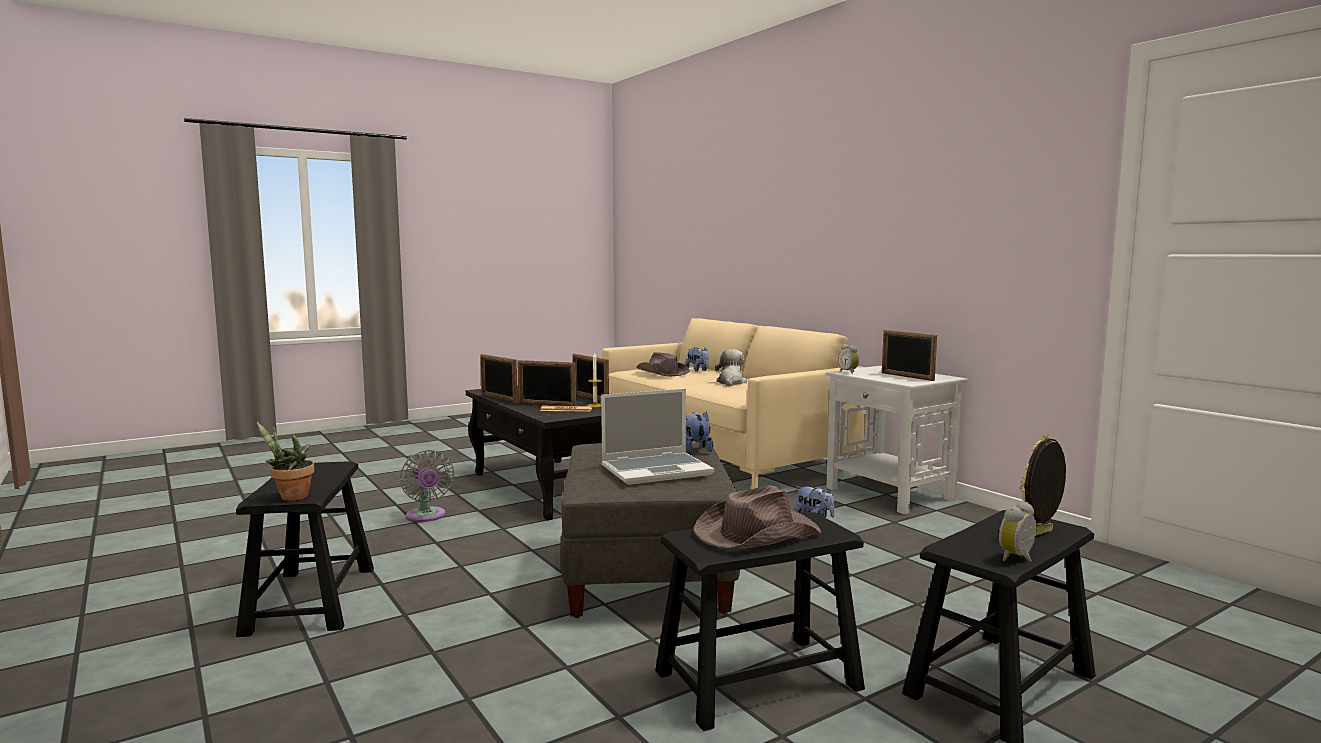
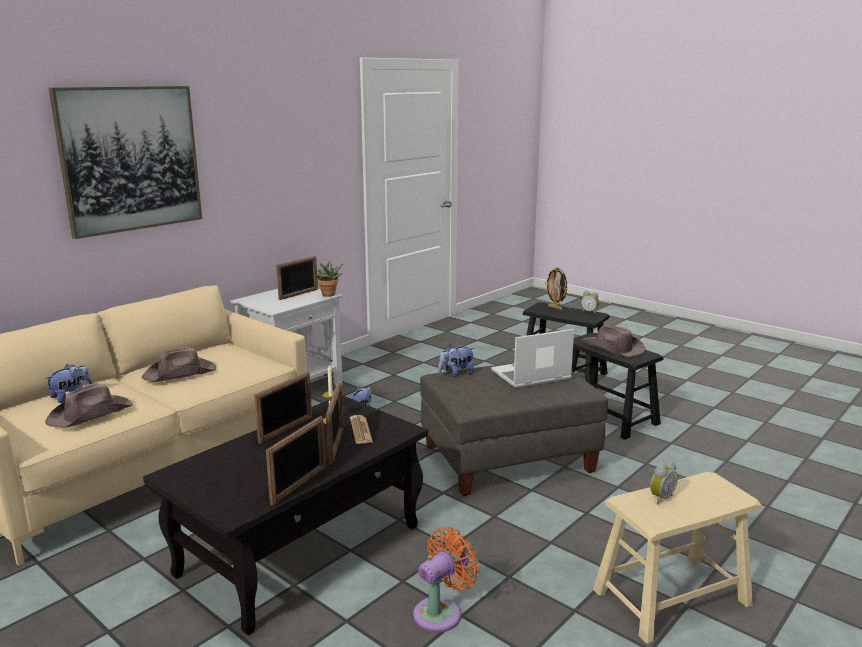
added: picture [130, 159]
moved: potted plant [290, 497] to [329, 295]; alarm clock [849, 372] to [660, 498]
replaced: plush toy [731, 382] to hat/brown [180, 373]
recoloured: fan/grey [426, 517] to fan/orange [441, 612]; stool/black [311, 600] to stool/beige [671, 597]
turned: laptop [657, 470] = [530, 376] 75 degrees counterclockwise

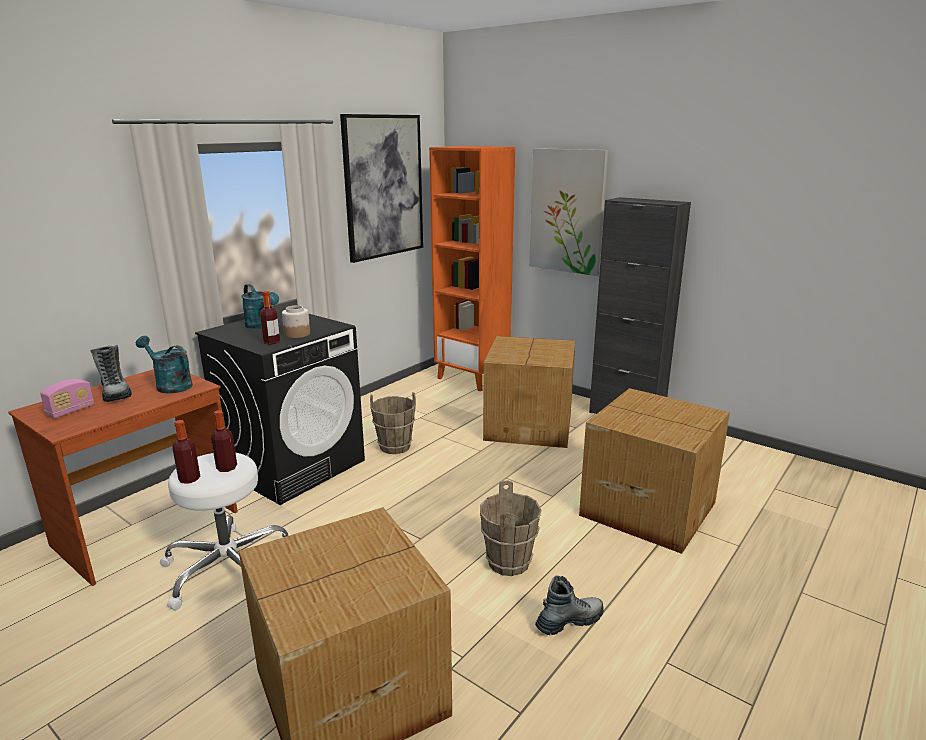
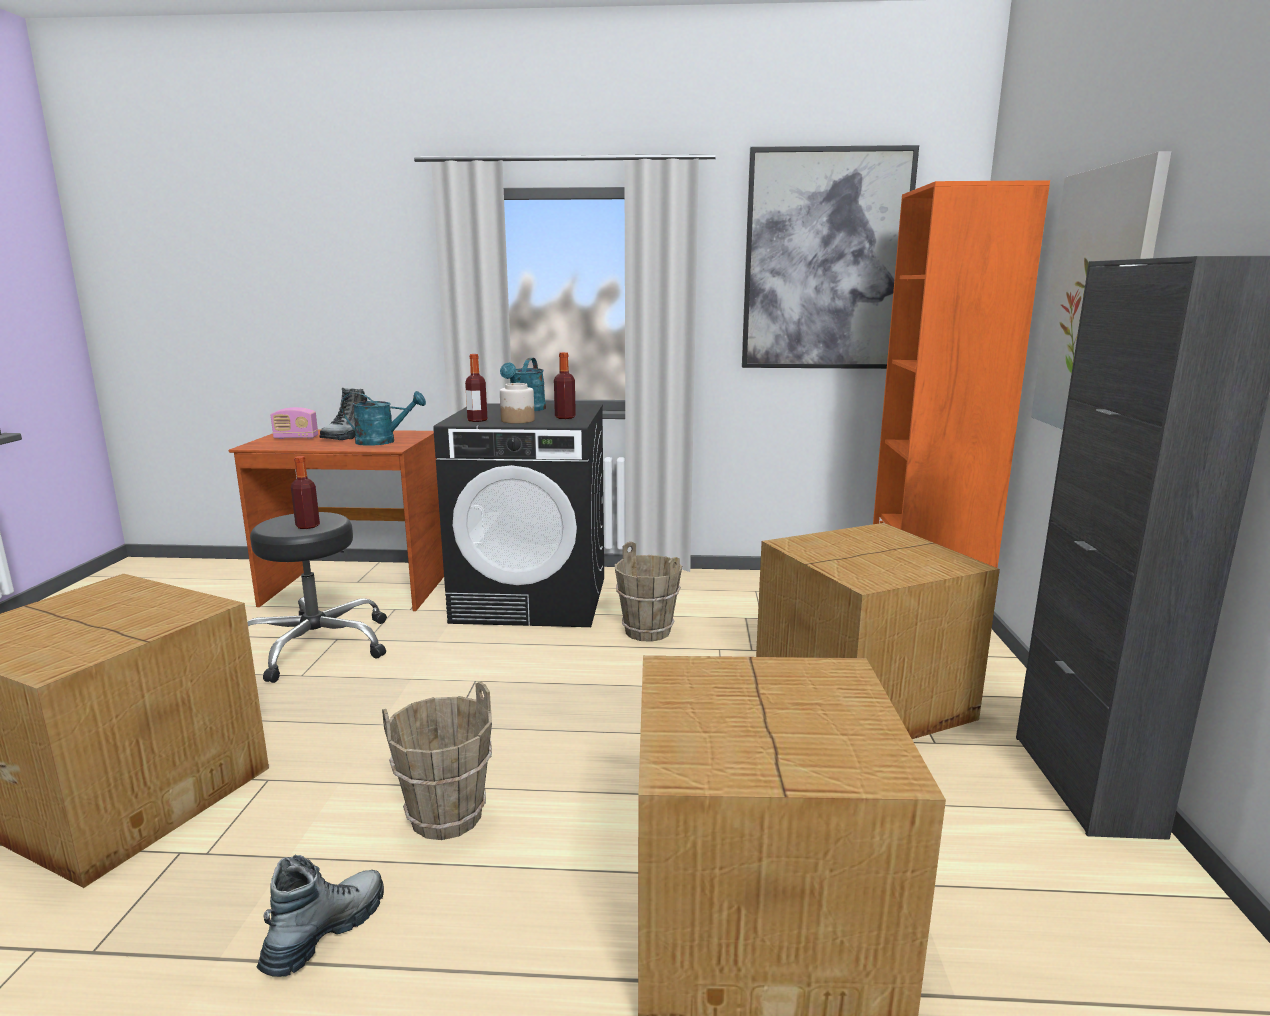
moved: bottle [189, 479] to [565, 417]
recoloured: stool/white [227, 567] to stool/black [316, 645]
turned: boot [569, 621] = [325, 932] 90 degrees counterclockwise; watering can/turquoise [170, 385] = [383, 442] 90 degrees clockwise

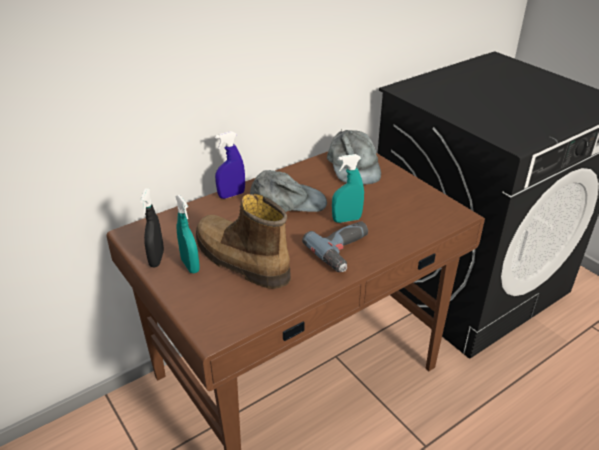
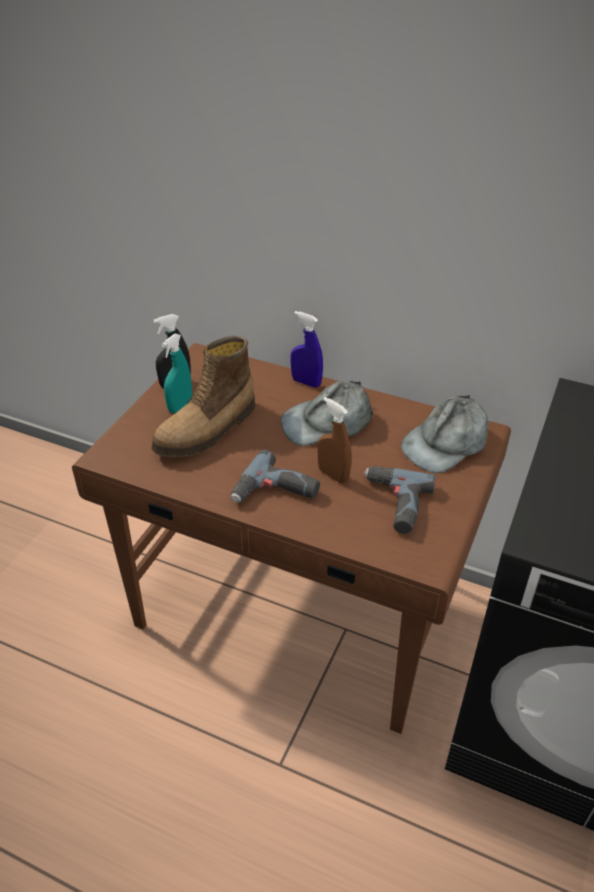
added: power drill [393, 504]
recoloured: spray bottle/turquoise [346, 219] to spray bottle/brown [333, 475]
turned: boot [240, 261] = [208, 431] 150 degrees counterclockwise; cap/grey [287, 202] = [327, 422] 105 degrees clockwise

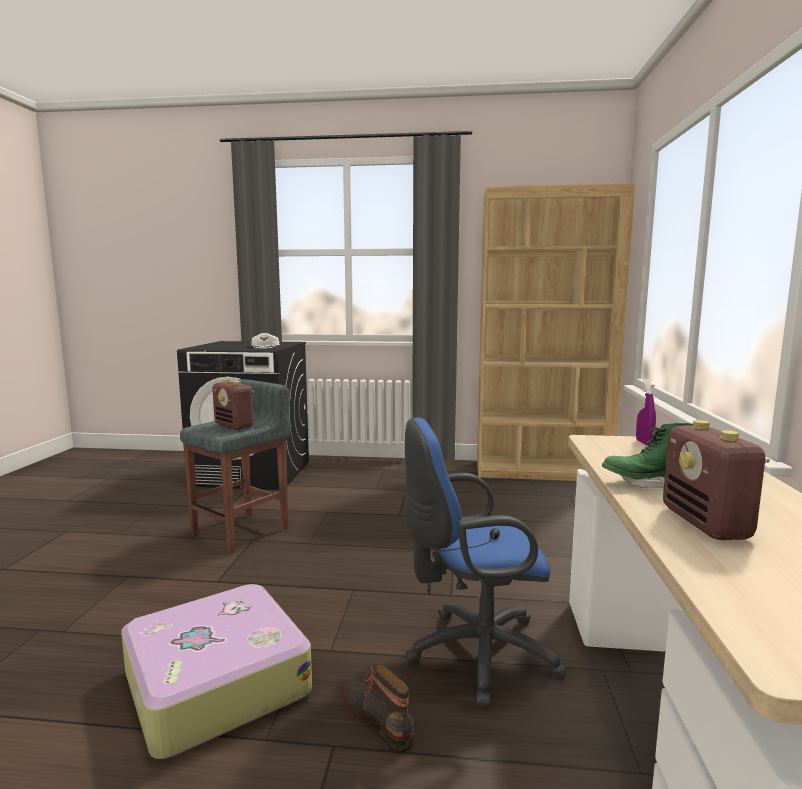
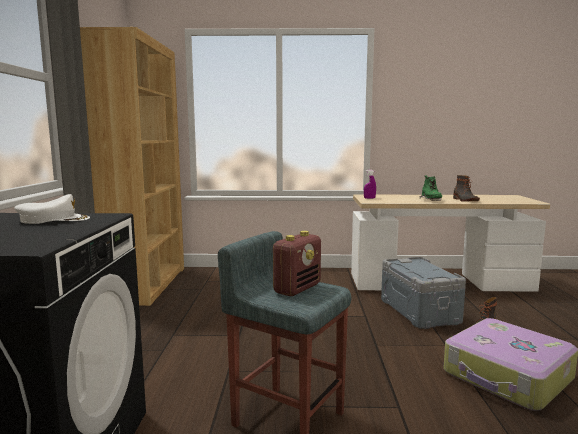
replaced: office chair/blue [474, 655] to storage box/grey [418, 311]; radio [706, 524] to boot [464, 200]

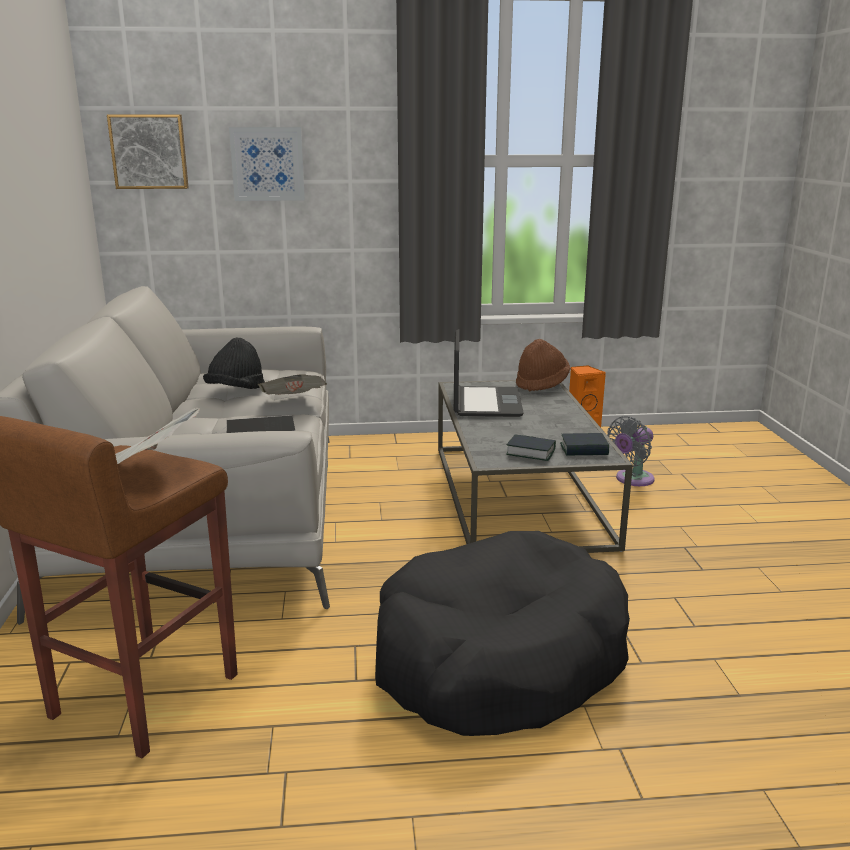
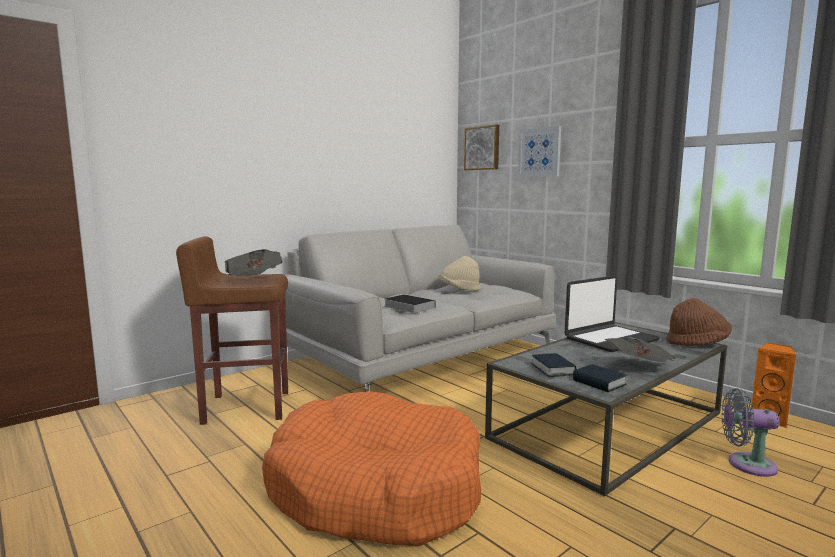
moved: newspaper [293, 403] to [640, 368]
recoloured: dog bed/black [499, 659] to dog bed/orange [375, 489]; hat/black [236, 391] to hat/beige [459, 290]

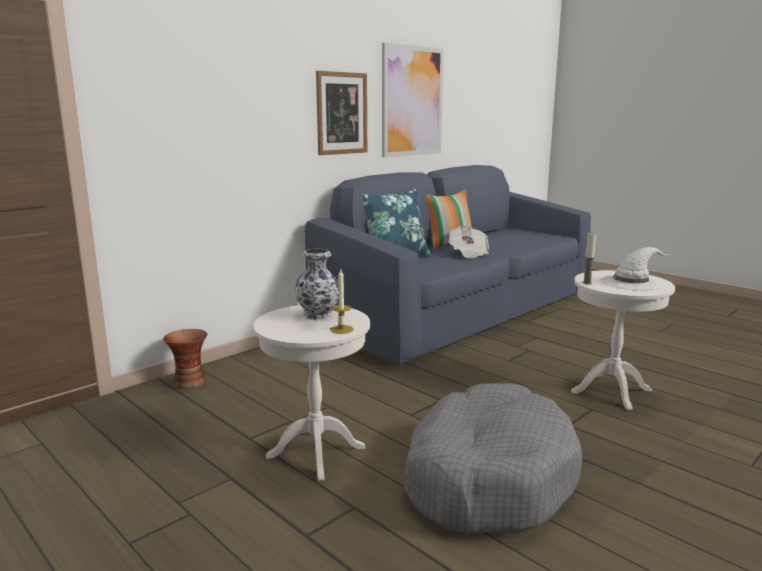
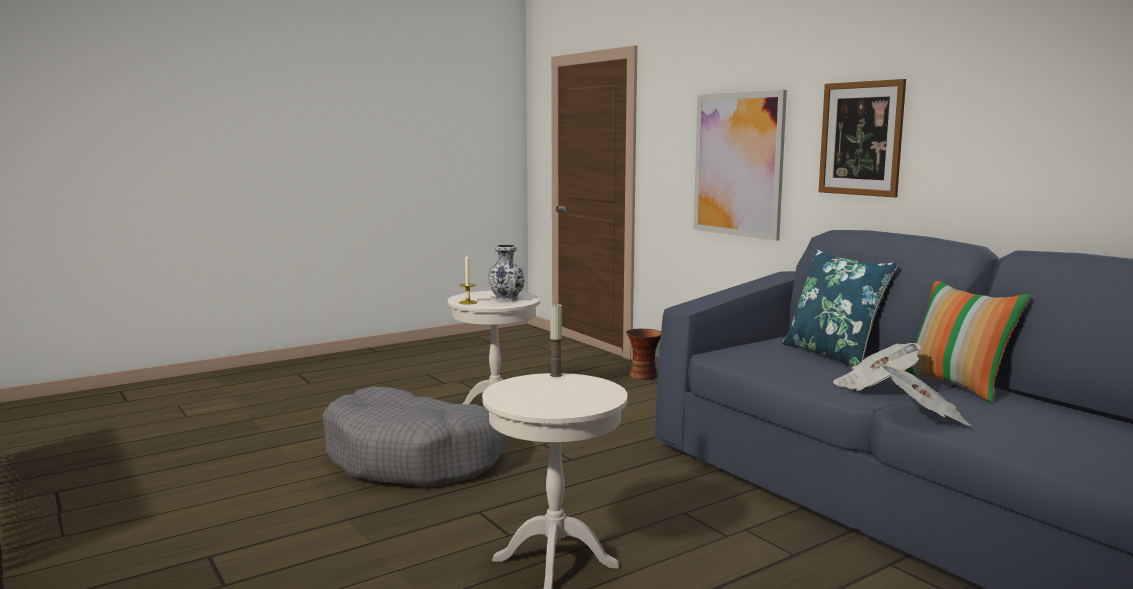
removed: hat/white [631, 282]
added: newspaper [924, 417]
moved: picture [412, 101] to [738, 164]

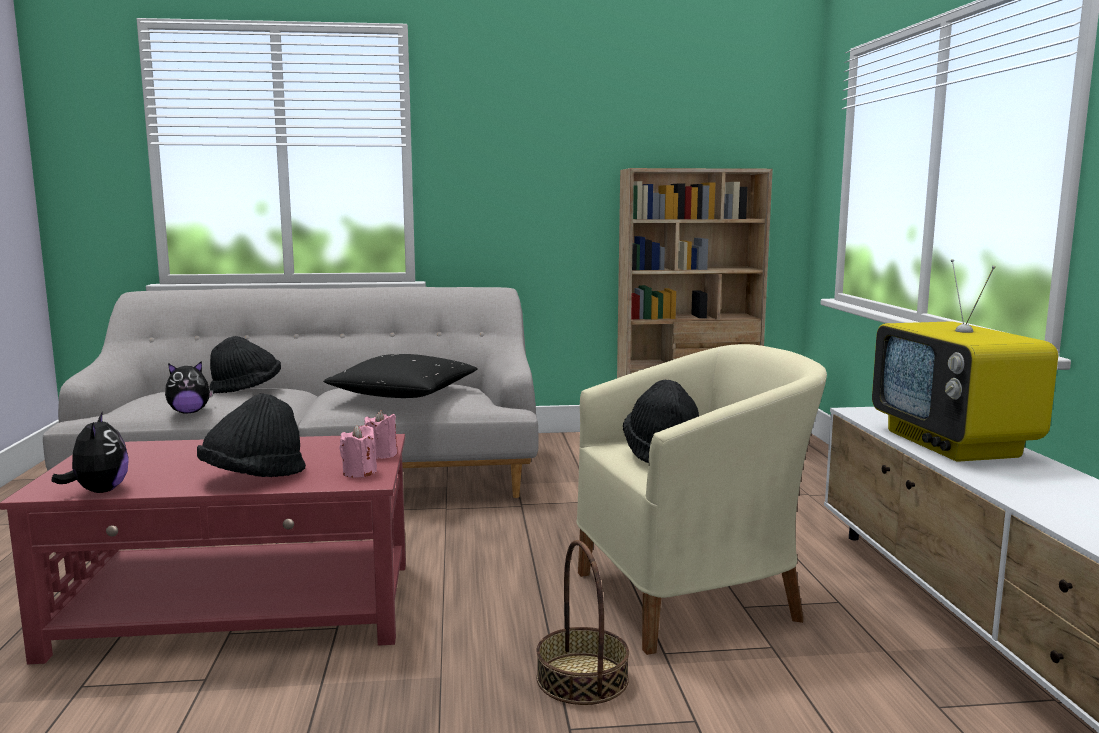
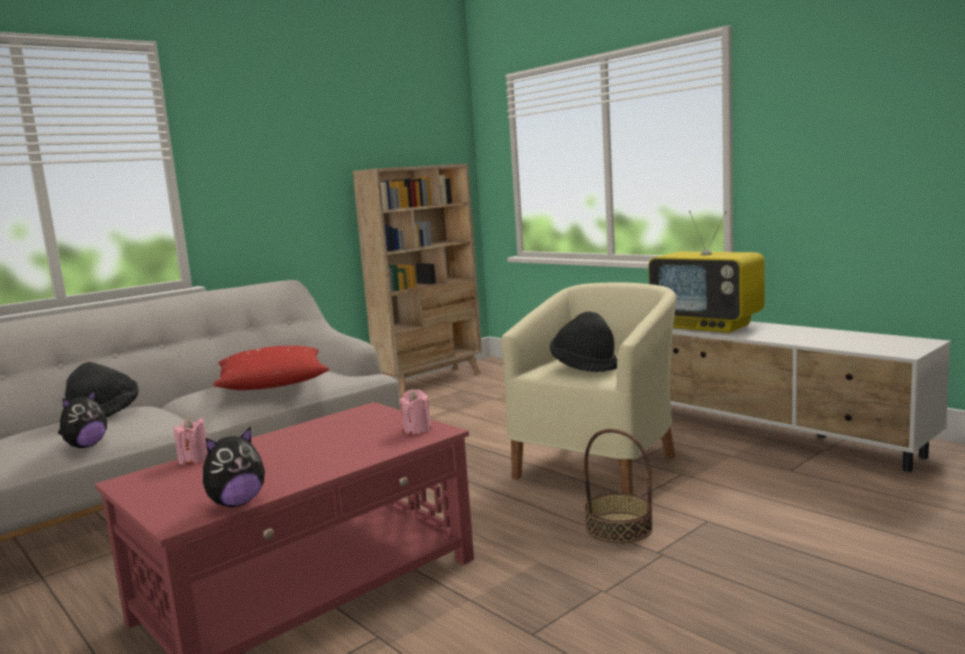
removed: hat/black [253, 477]
moved: candle/pink [381, 455] to [194, 460]
recoloured: pillow/black [404, 394] to pillow/red [273, 383]
turned: plush toy [99, 491] = [236, 503] 105 degrees clockwise

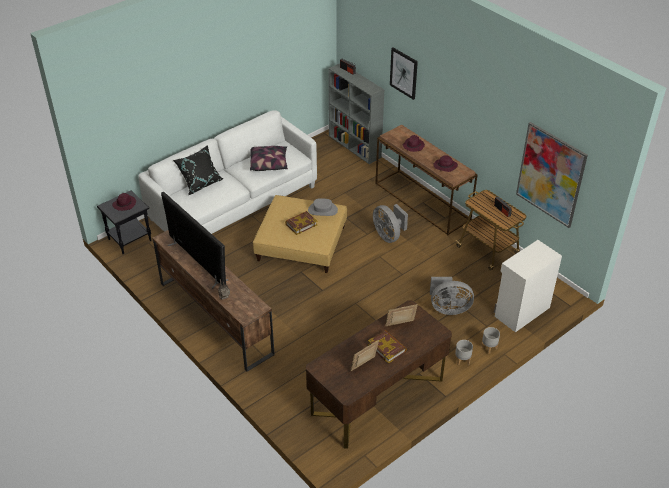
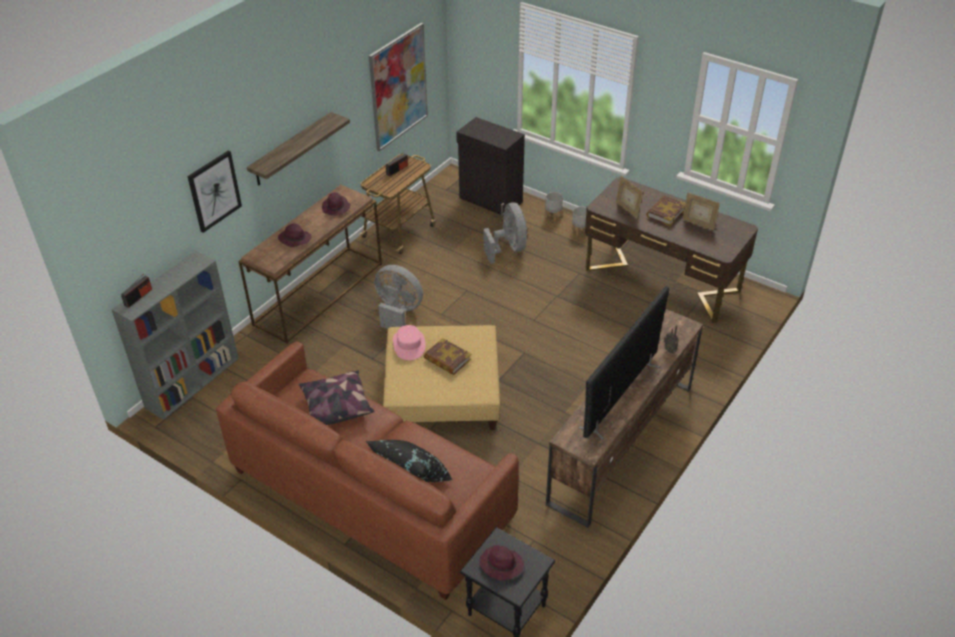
added: shelf [291, 149]
recoloured: sofa/white [234, 203] to sofa/brown [370, 495]; hat/grey [322, 210] to hat/pink [409, 345]; cabinet/white [521, 311] to cabinet/black [490, 200]
turned: fan/grey [388, 235] = [398, 312] 105 degrees counterclockwise

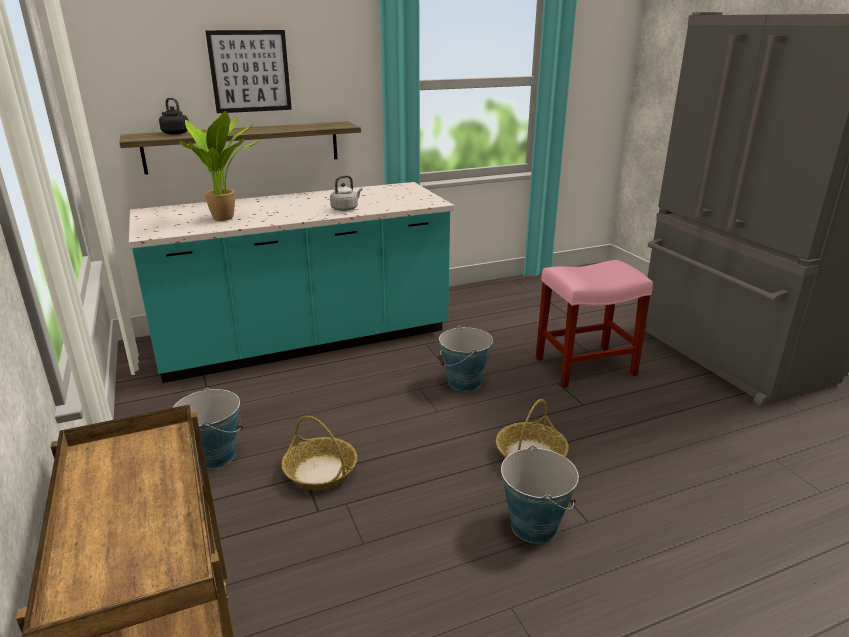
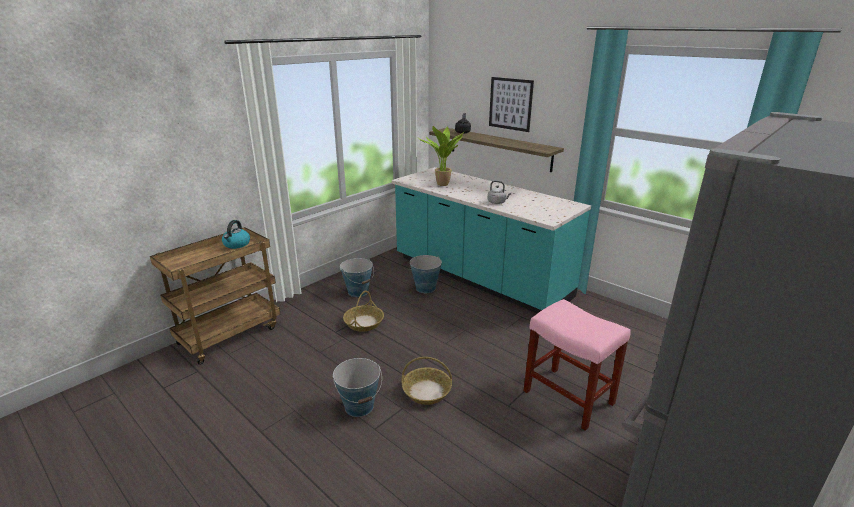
added: kettle [236, 244]
moved: bucket [464, 383] to [425, 288]

